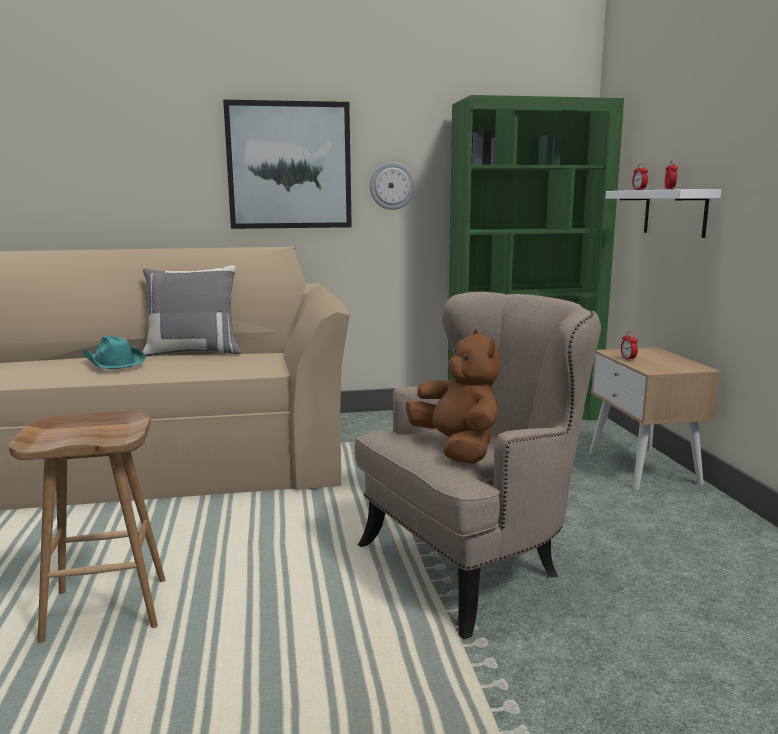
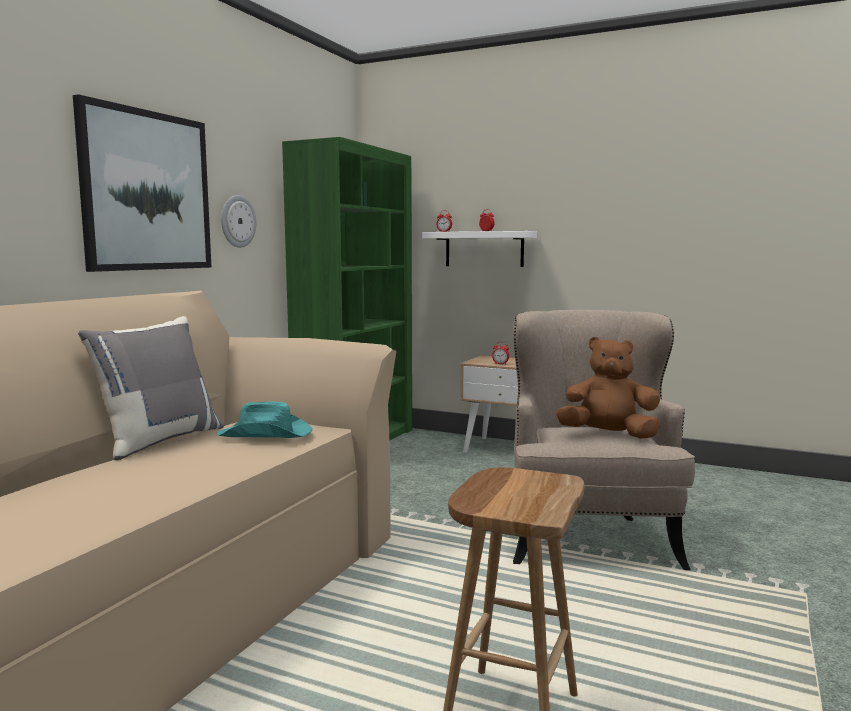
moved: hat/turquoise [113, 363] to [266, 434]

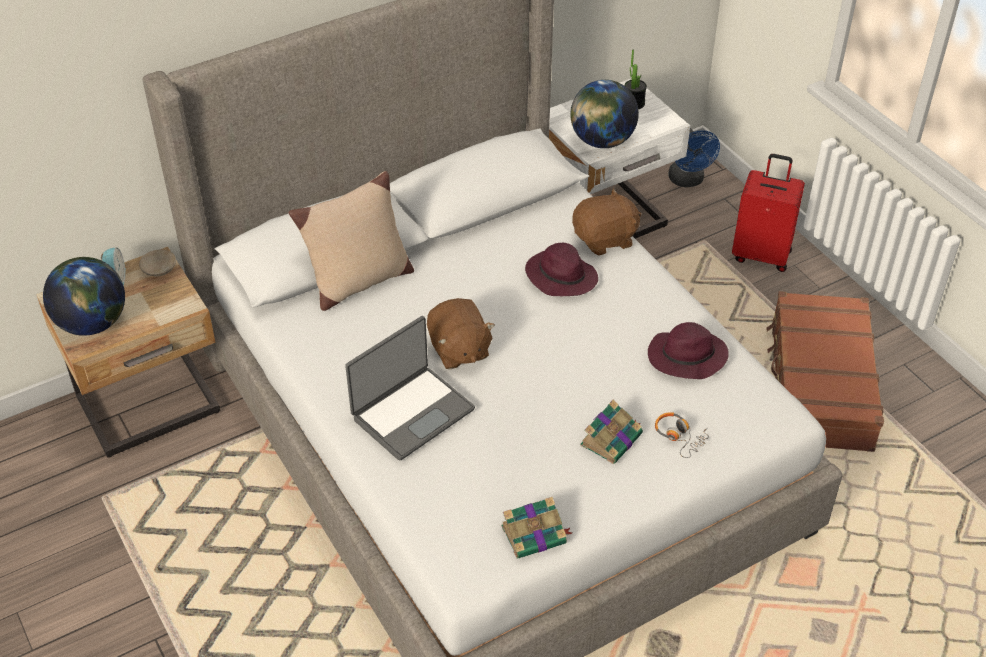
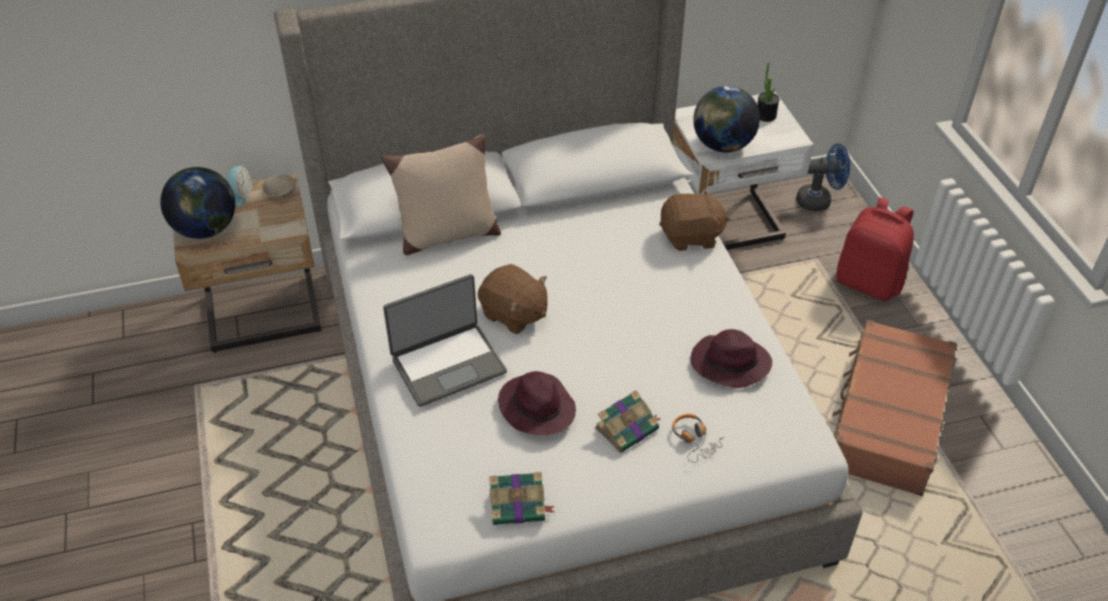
moved: hat/purple [560, 276] to [536, 407]
replaced: suitcase/red [762, 255] to backpack/red [869, 282]
turned: plush toy/brown [458, 350] = [514, 314] 45 degrees counterclockwise; fan/blue [688, 181] = [819, 200] 90 degrees counterclockwise

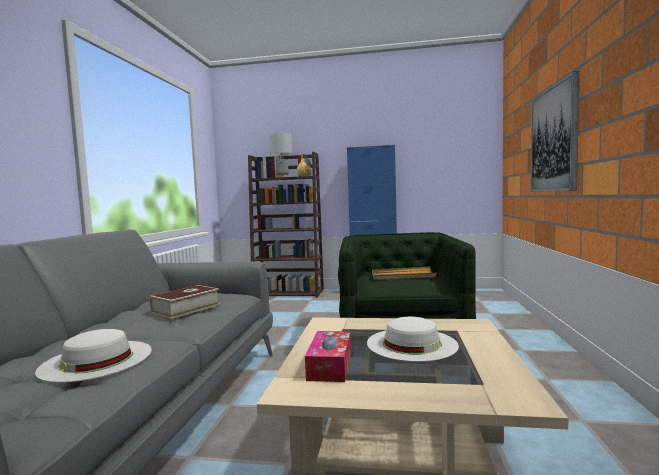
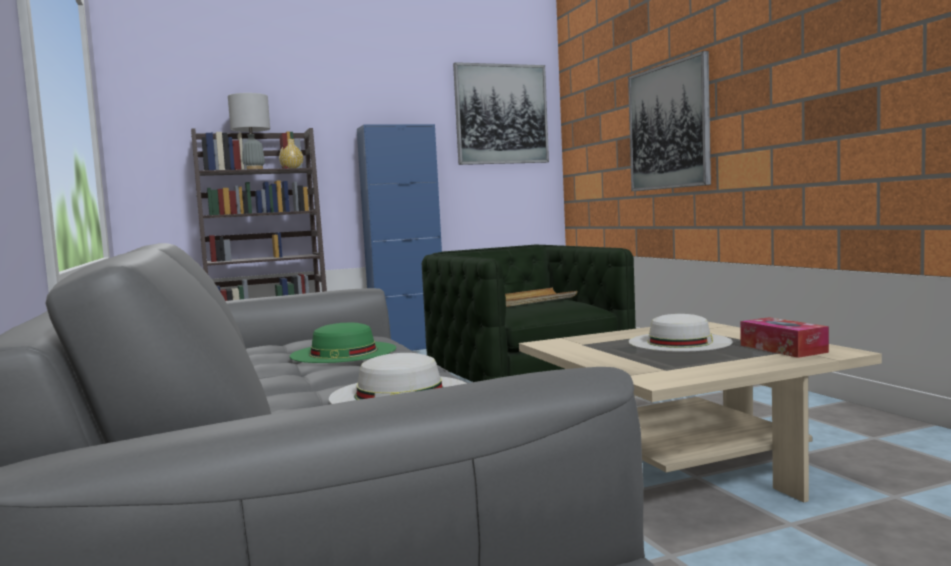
added: picture [501, 114]
moved: tissue box [330, 365] to [783, 349]
replaced: book [186, 308] to hat/green [343, 352]

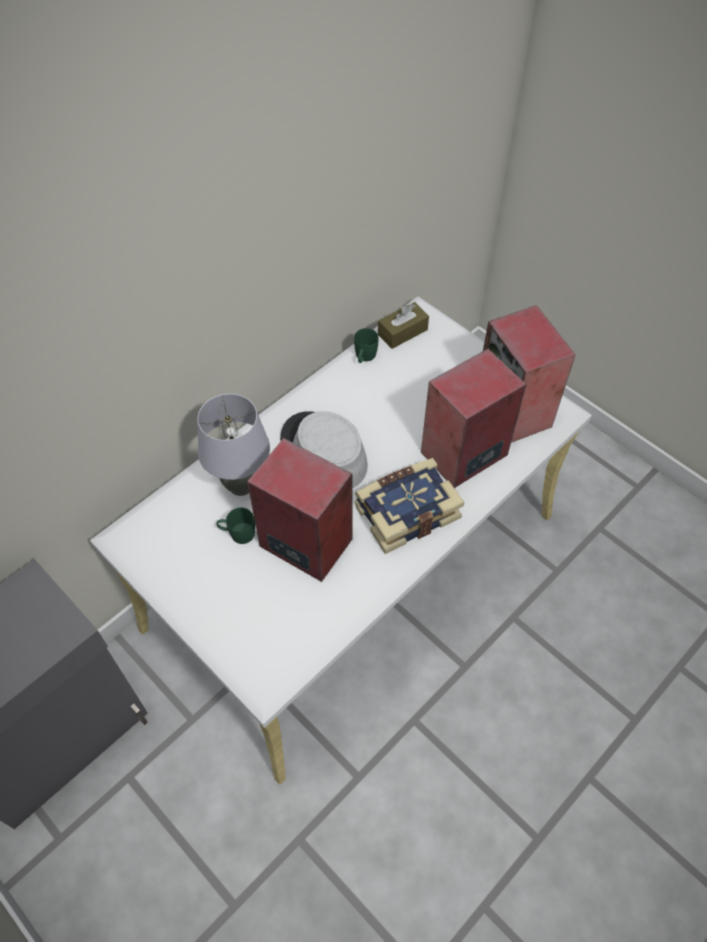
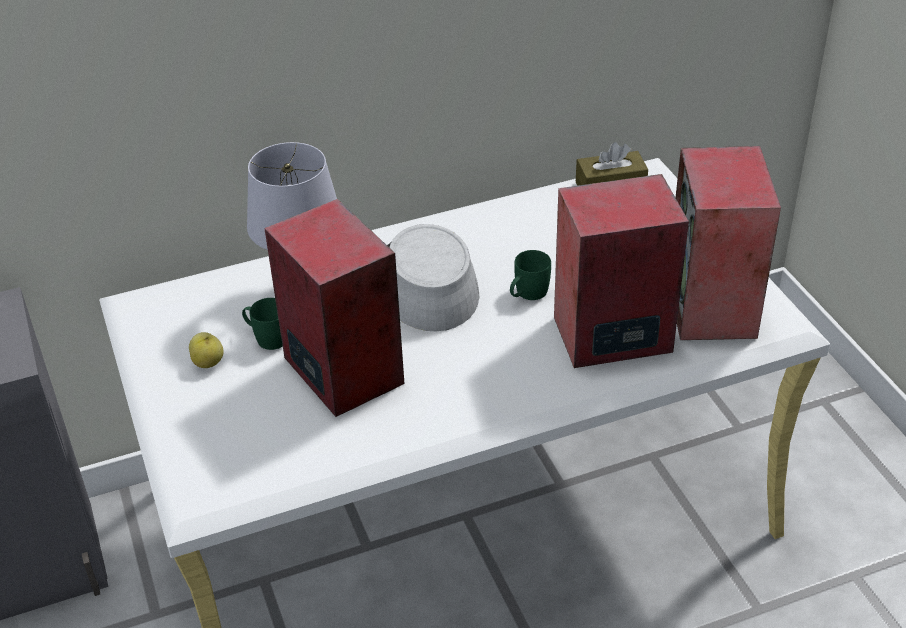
removed: book [406, 511]
added: apple [208, 362]
moved: mug/green [364, 357] to [527, 294]

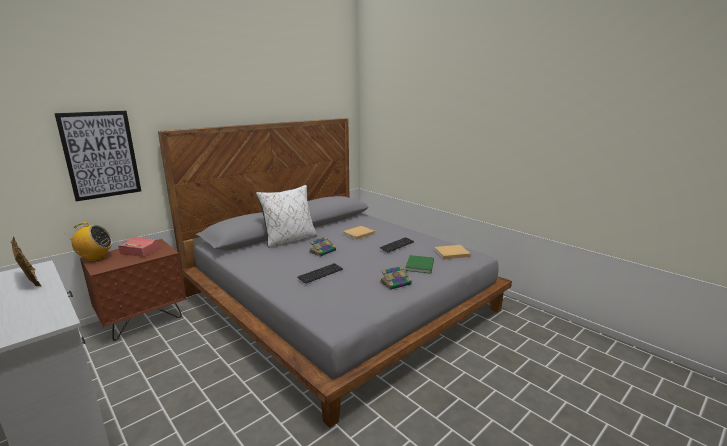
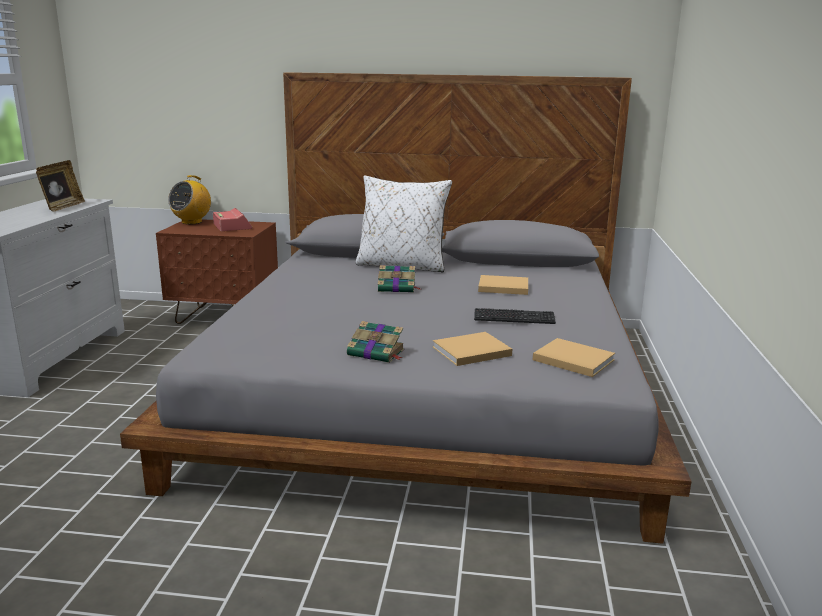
removed: picture [101, 155]; keyboard [320, 274]
recoloured: book/green [419, 266] to book/beige [469, 351]
turned: radio [95, 258] = [192, 222] 75 degrees clockwise

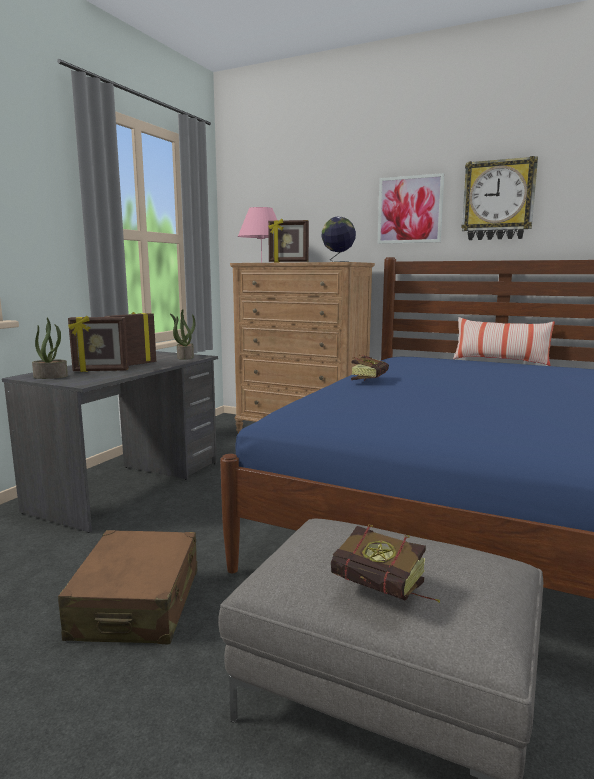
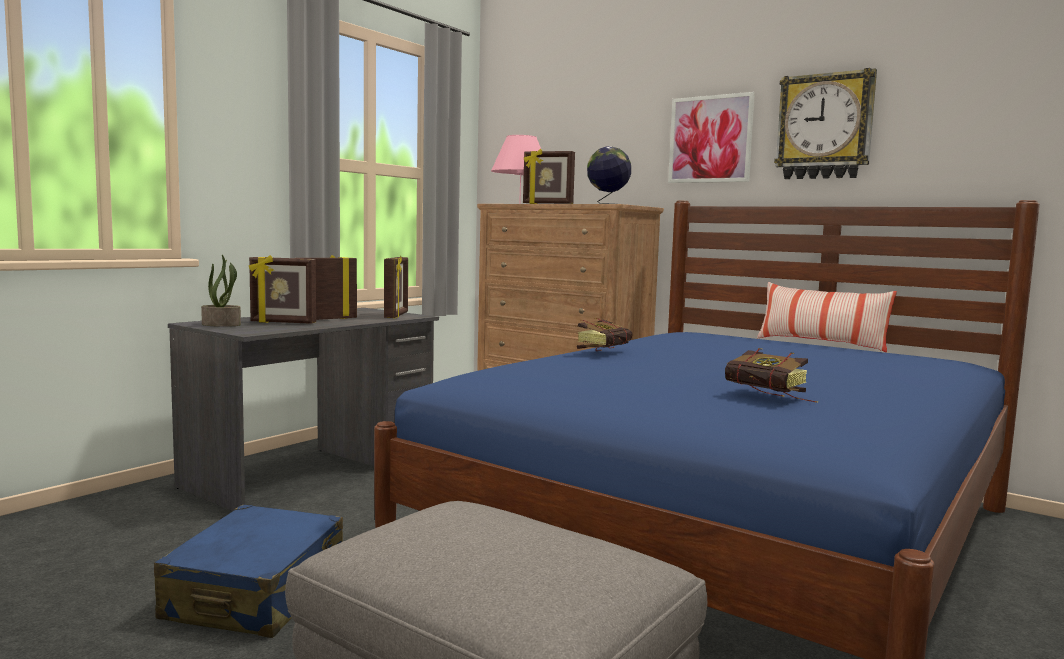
moved: book [386, 592] to [772, 397]
replaced: potted plant [185, 357] to picture frame [397, 315]
recoloured: suitcase/brown [137, 604] to suitcase/blue [257, 593]

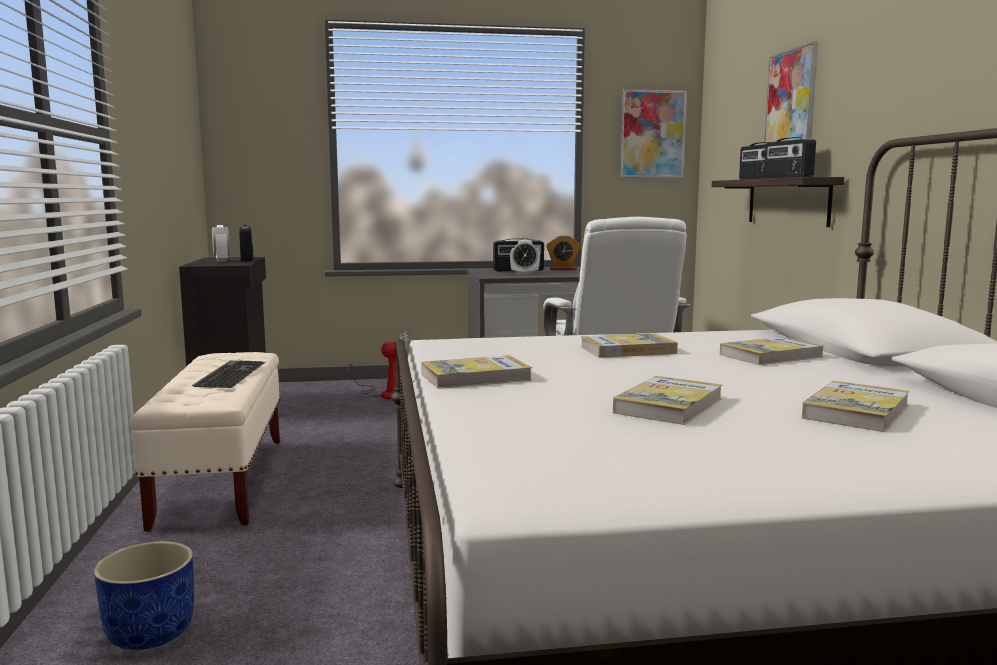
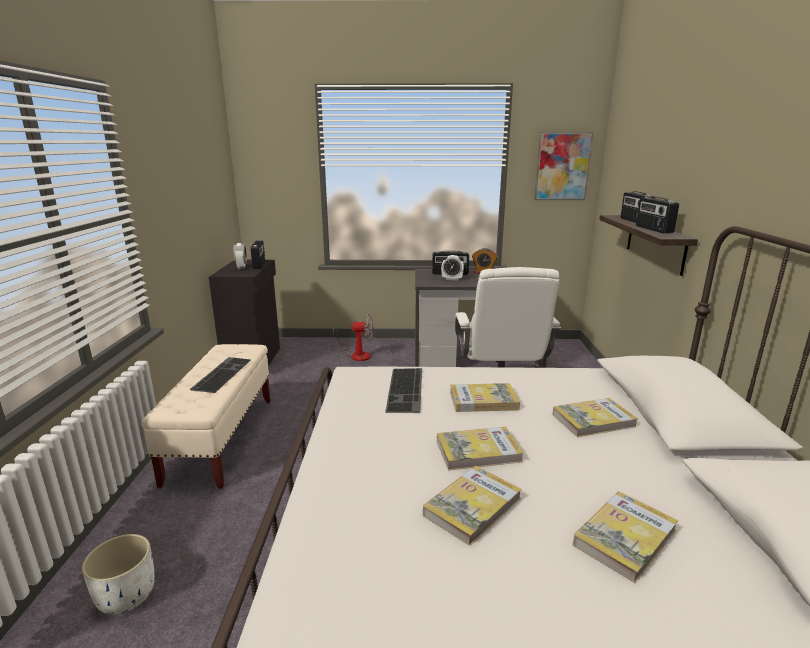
removed: picture [791, 105]
added: keyboard [407, 390]
moved: book [475, 377] to [478, 451]
recoloured: planter/blue [151, 633] to planter/white [127, 596]

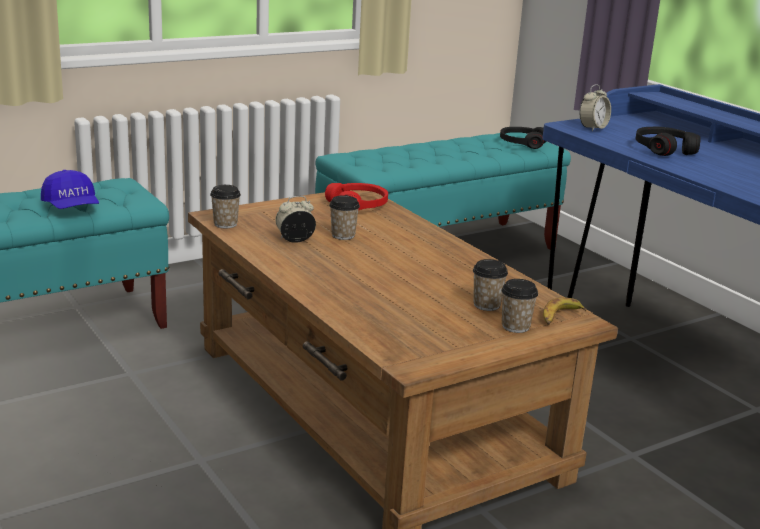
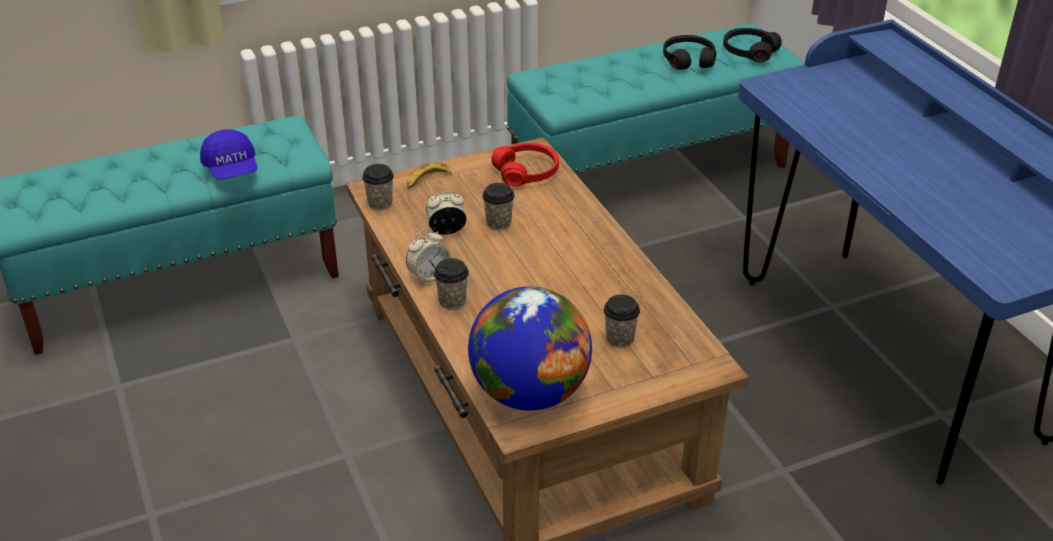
added: globe [530, 393]
moved: alarm clock [593, 128] to [429, 276]; banana [560, 317] to [427, 180]; cup [515, 326] to [452, 301]; headphones/black [664, 149] to [688, 59]

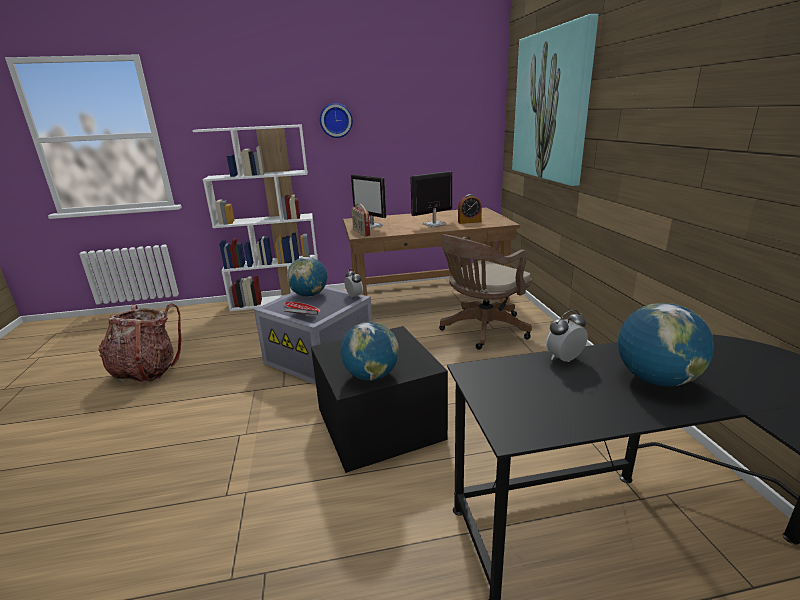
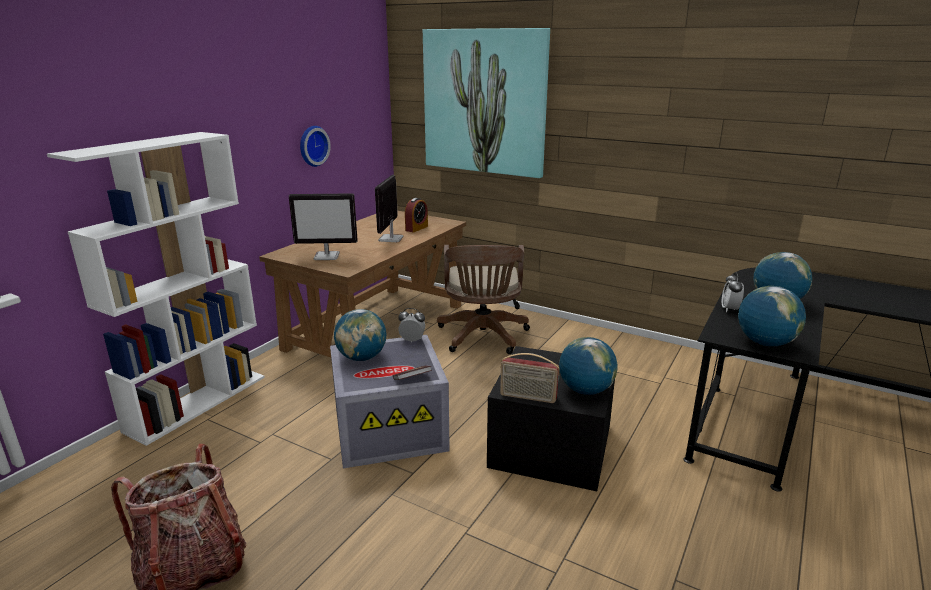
added: globe [765, 343]
moved: wall clock [336, 120] to [312, 146]; radio [361, 232] to [528, 397]

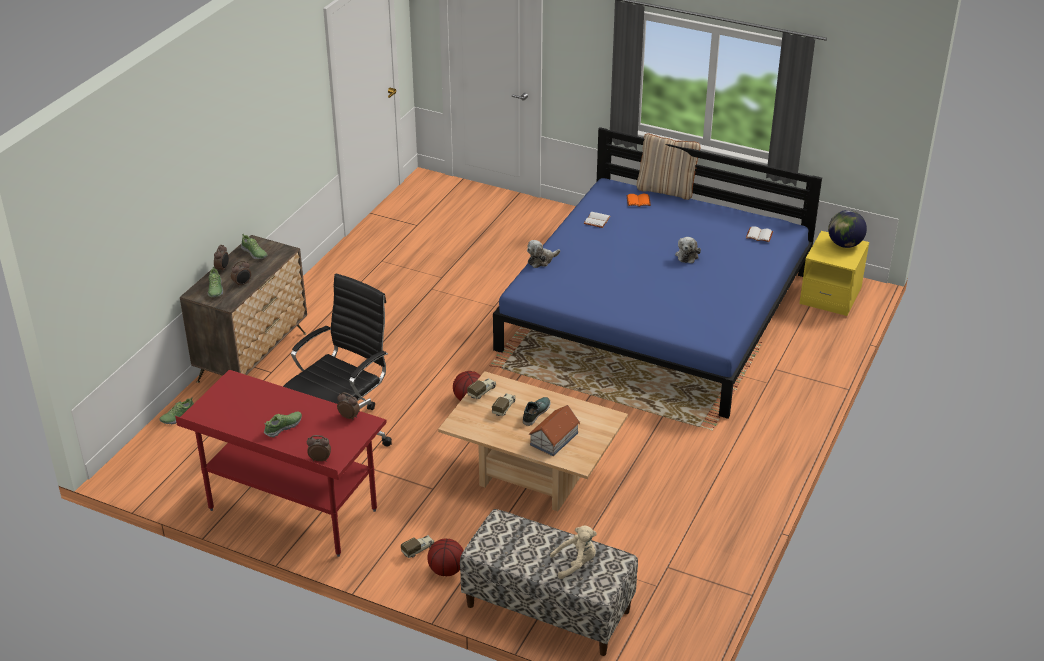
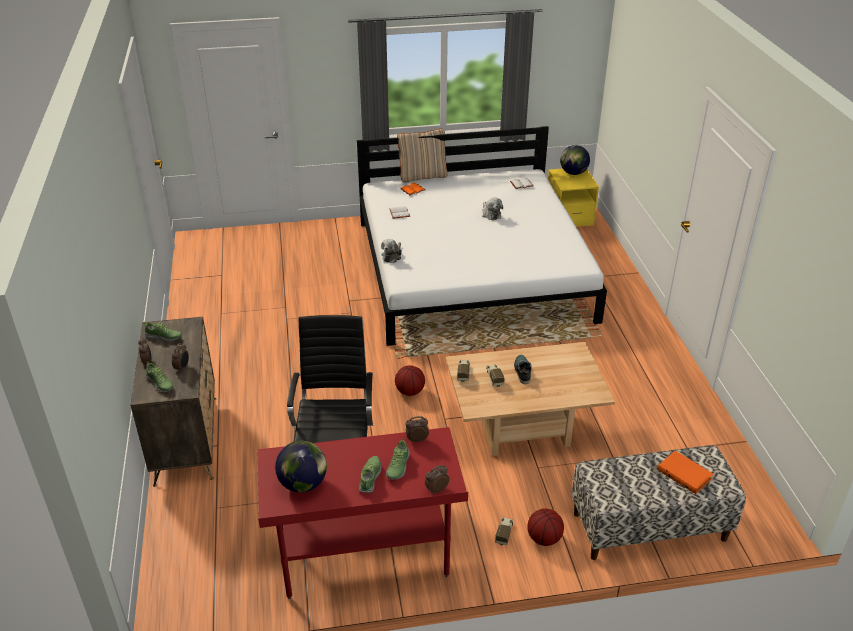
removed: toy house [553, 439]
added: globe [303, 484]
moved: shoe [178, 416] to [397, 466]
replaced: plush toy/beige [576, 563] to book/orange [685, 474]
recoloured: bed/blue [657, 311] to bed/white [472, 269]

